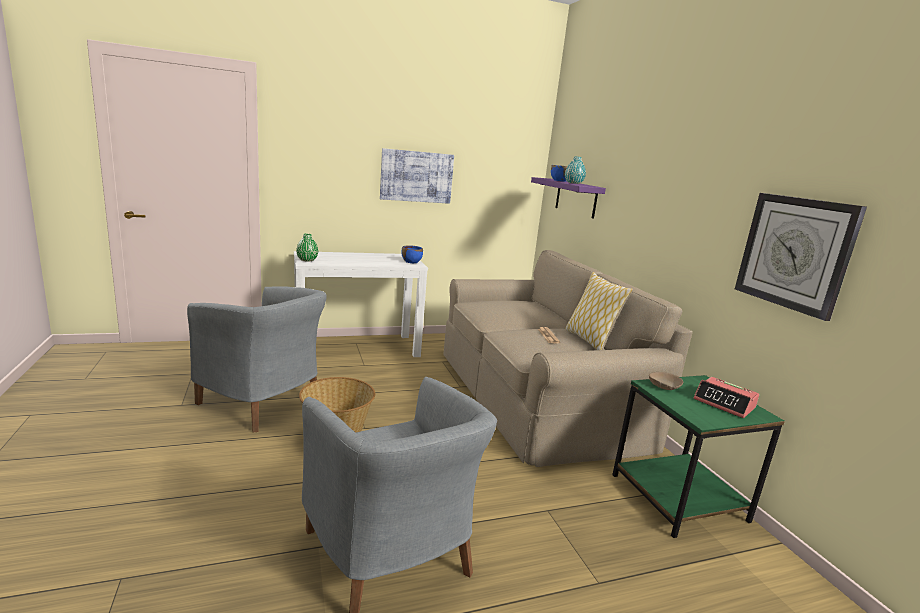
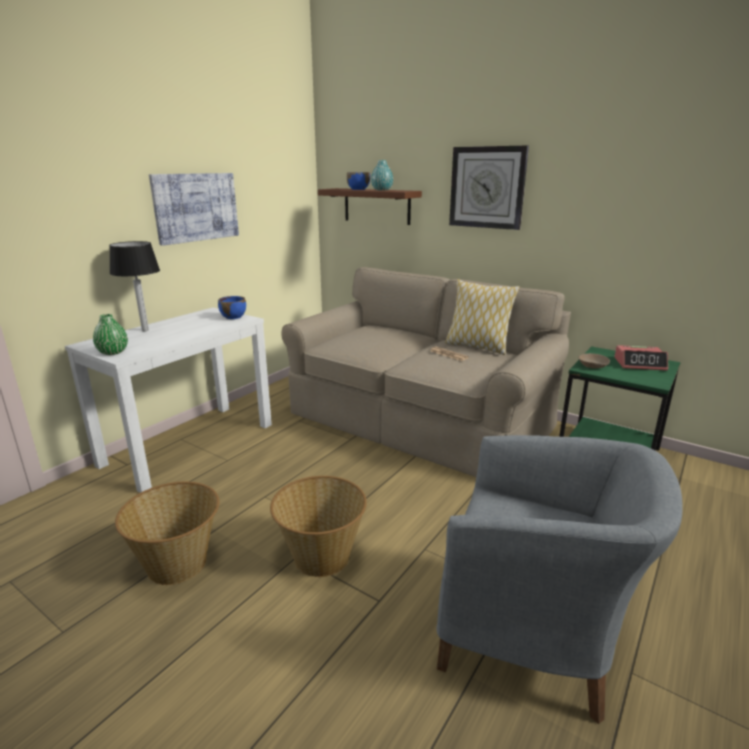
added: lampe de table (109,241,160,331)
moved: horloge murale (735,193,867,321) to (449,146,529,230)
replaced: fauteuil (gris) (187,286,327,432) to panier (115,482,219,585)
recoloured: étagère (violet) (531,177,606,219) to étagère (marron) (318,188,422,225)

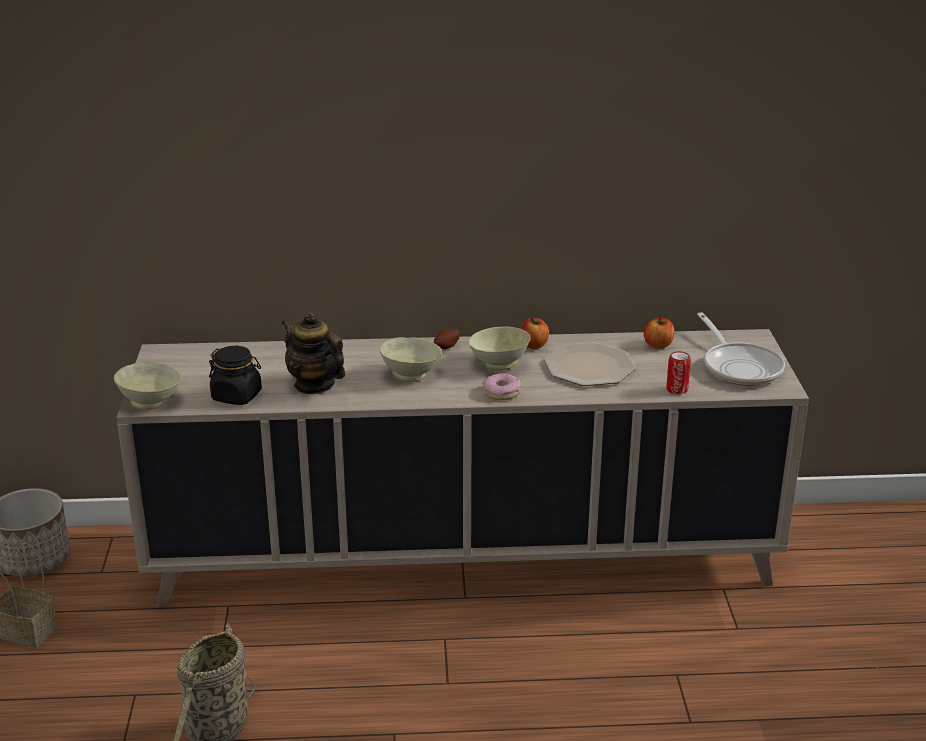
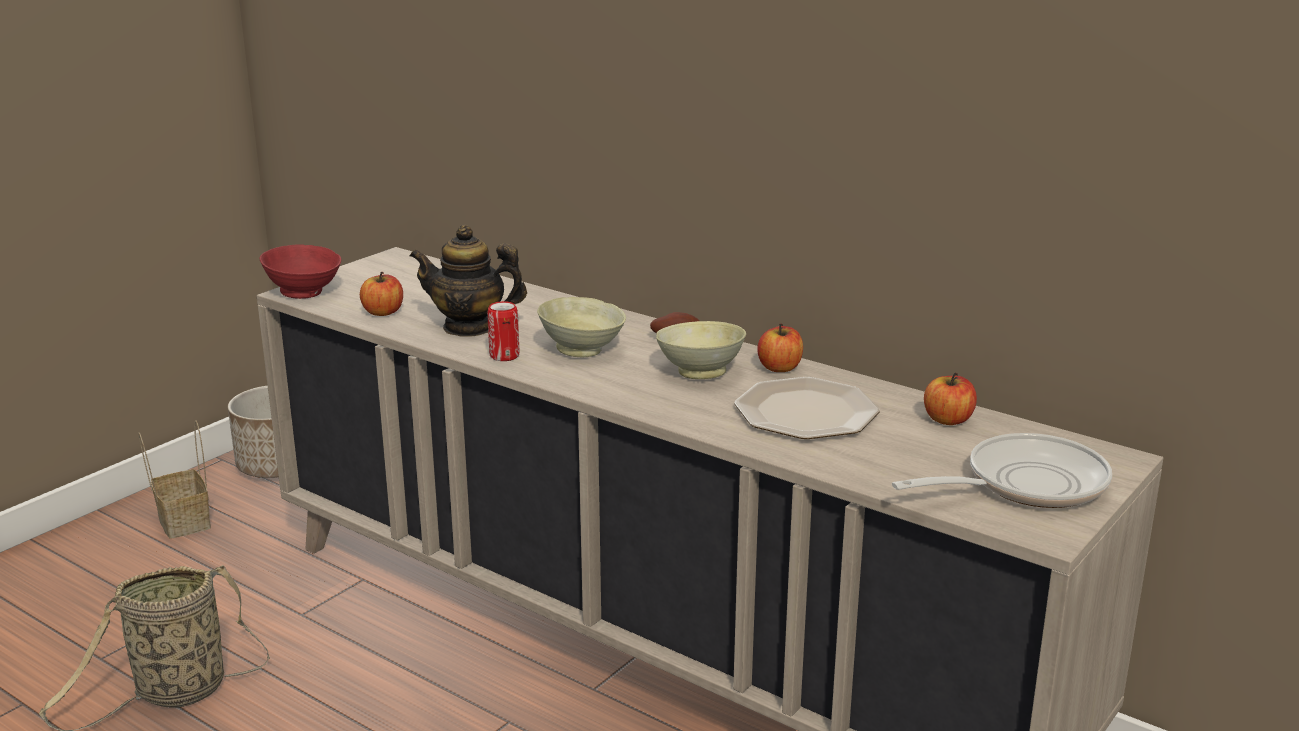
removed: beignet (482,373,521,400)
moved: boîte métallique (666,351,691,395) to (487,301,520,361)
replaced: bocal (noir) (209,346,262,405) to pomme (360,272,403,316)
recoloured: bol (beige) (114,362,181,410) to bol (rouge) (260,244,341,299)
turned: théière (282,312,345,394) = (409,225,527,337) 75 degrees counterclockwise; poêle (697,312,785,386) = (892,433,1112,508) 135 degrees counterclockwise

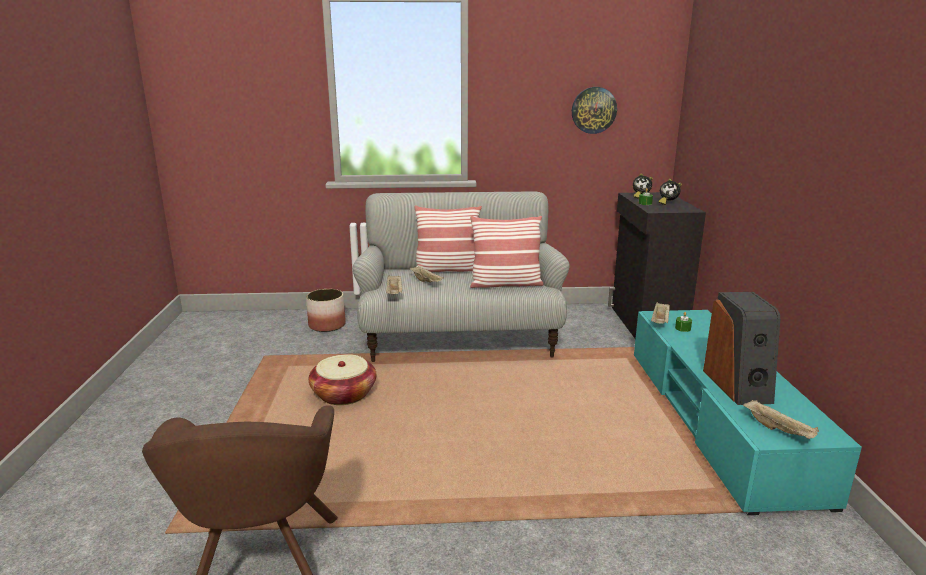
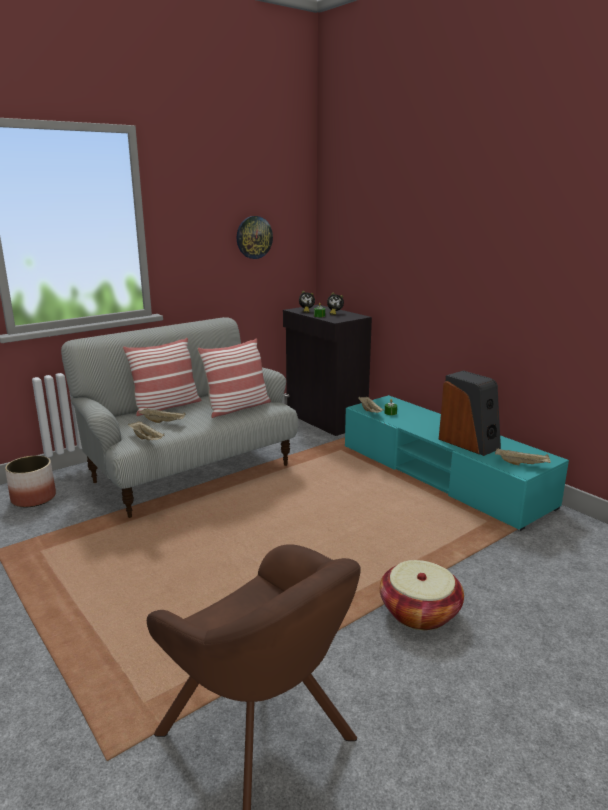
moved: panier (308,354,376,405) to (380,560,464,630)

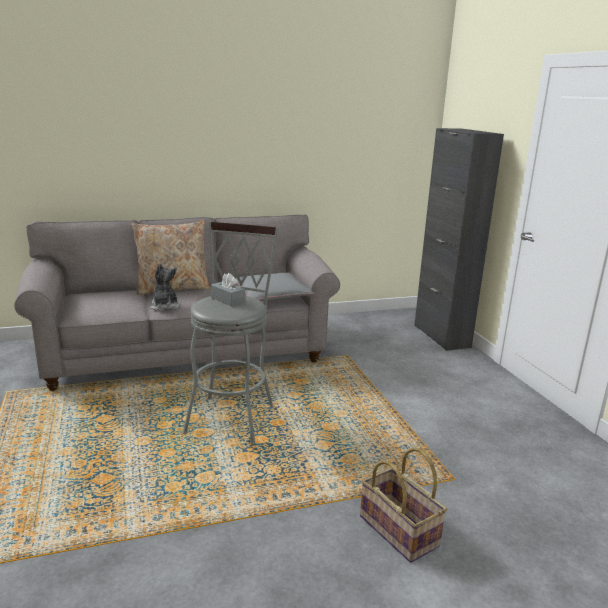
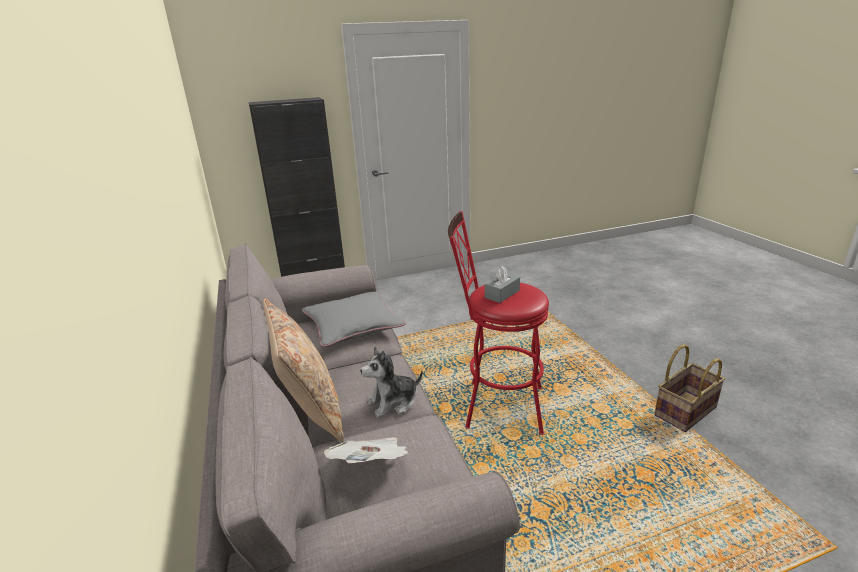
added: journal (324,437,409,463)
moved: panier (360,447,447,563) to (654,344,725,432)
recoloured: tabouret (gris) (183,222,279,445) to tabouret (rouge) (448,211,549,435)

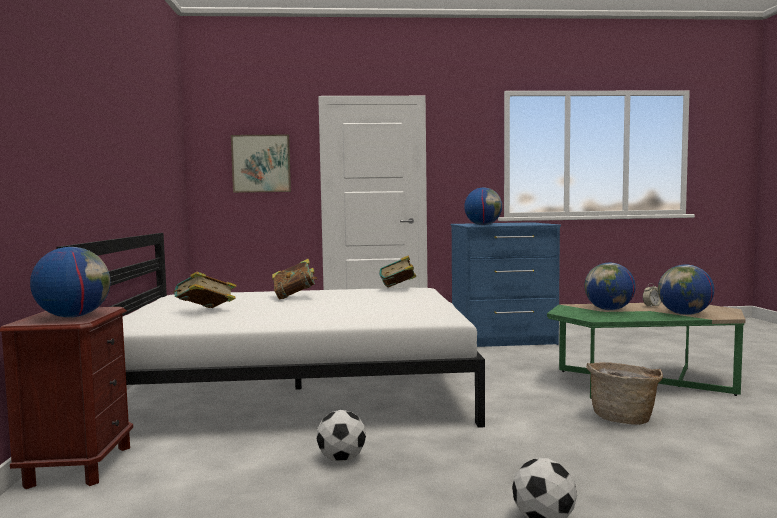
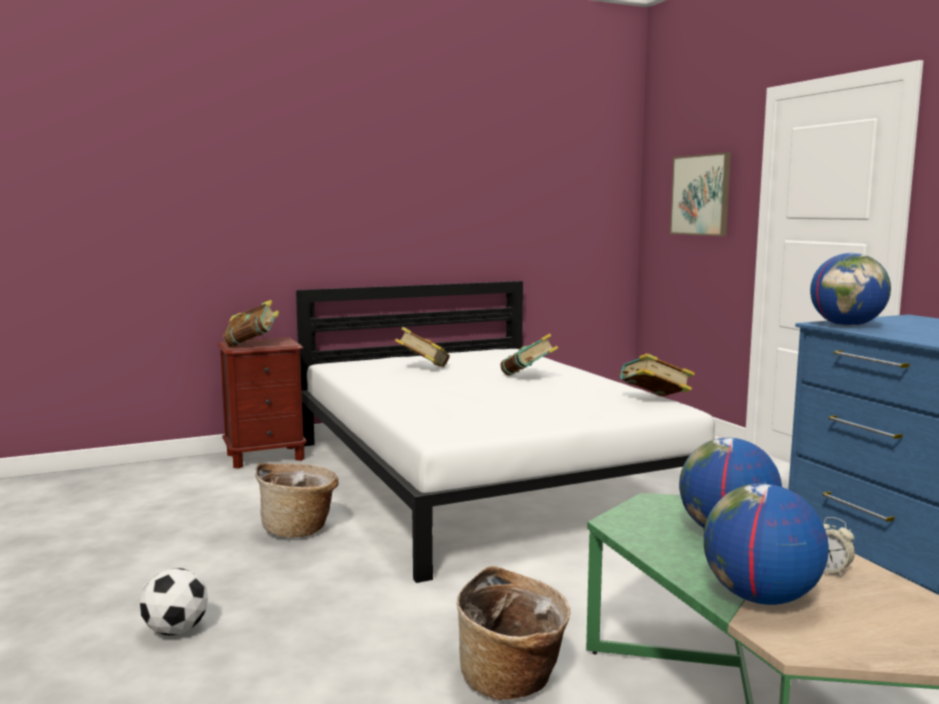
replaced: globe (30,247,110,318) to livre (223,300,279,347); ballon de foot (316,410,366,462) to panier (255,463,339,538)

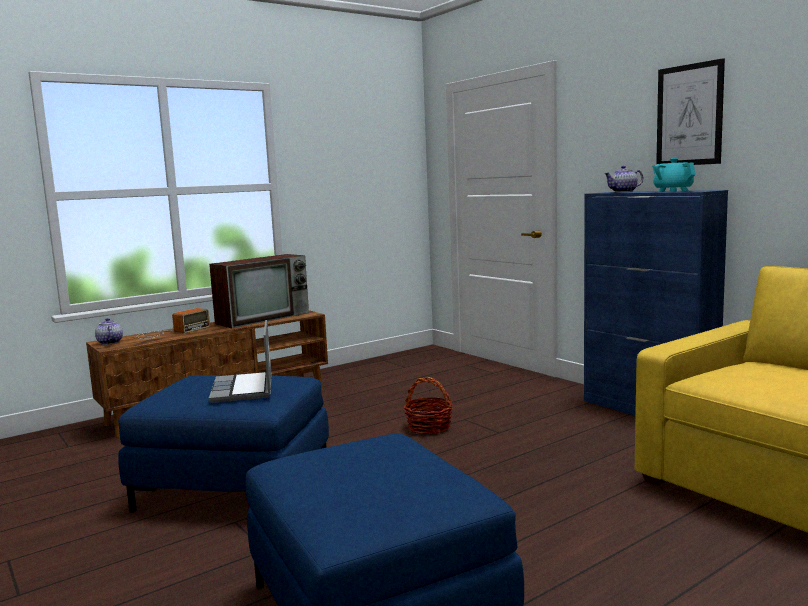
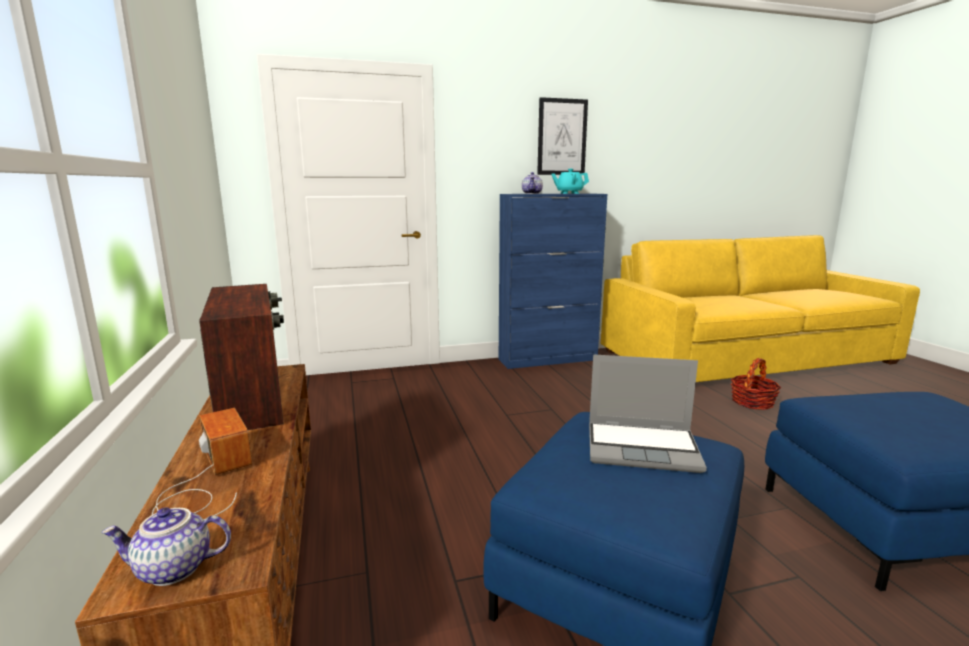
moved: panier (404,377,453,434) to (731,358,781,410)

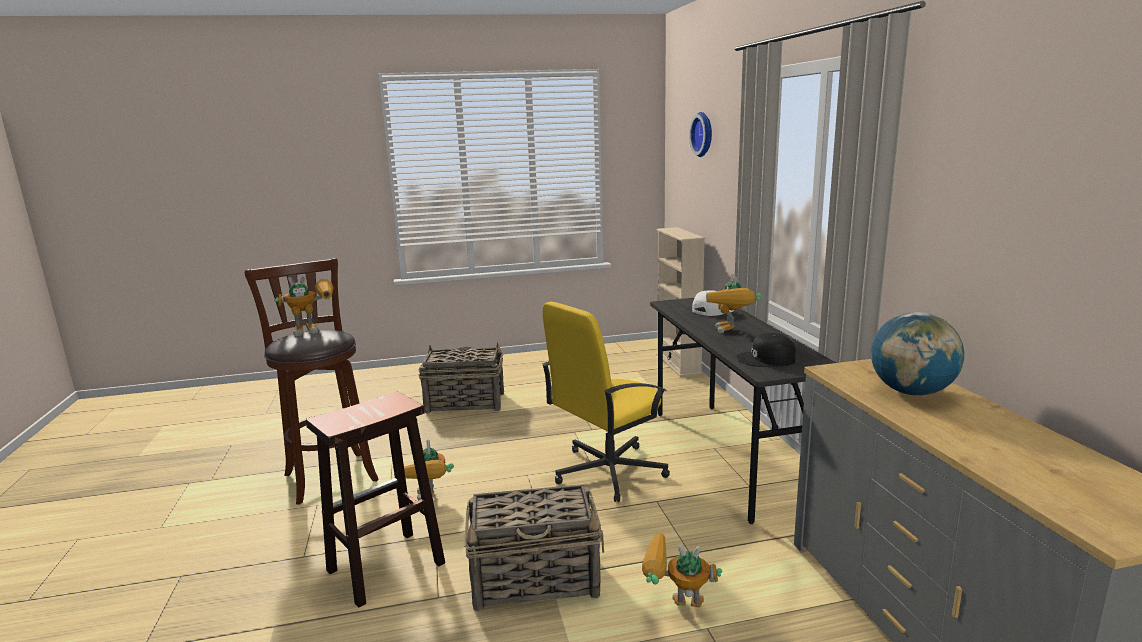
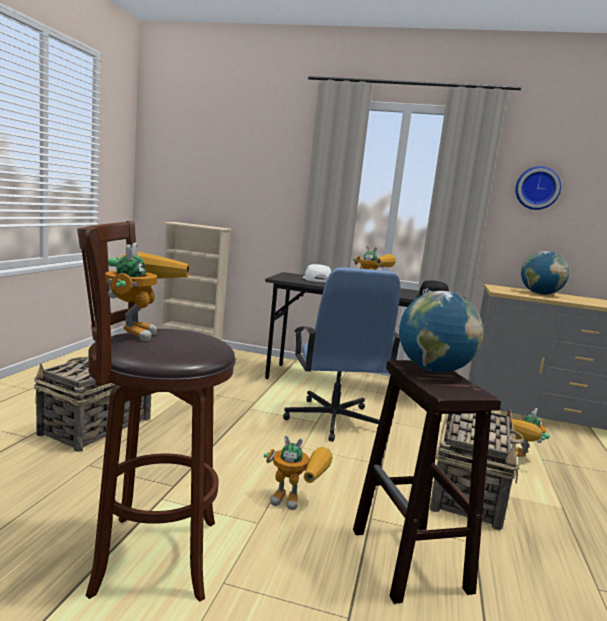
added: globe (399,291,483,373)
moved: horloge murale (689,112,712,157) to (515,166,561,210)
recoloured: chaise de bureau (jaune) (542,302,670,502) to chaise de bureau (bleu) (283,267,401,442)

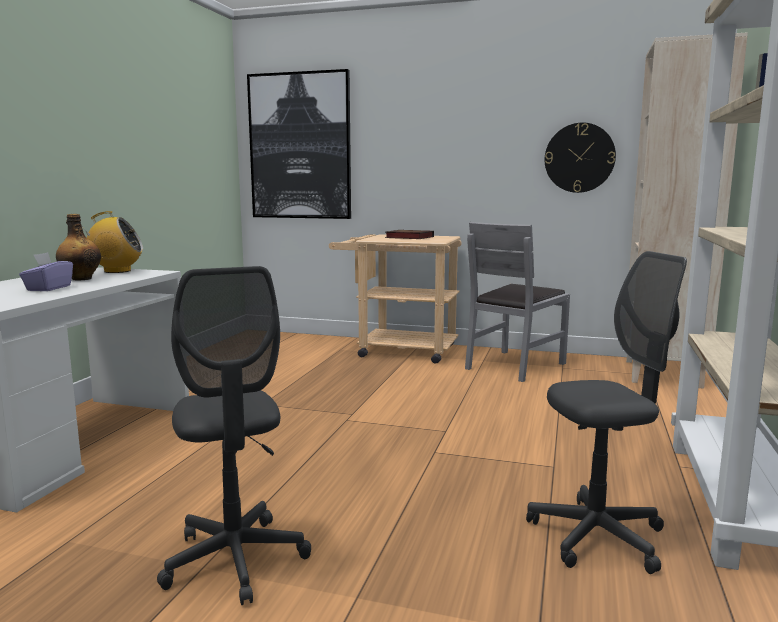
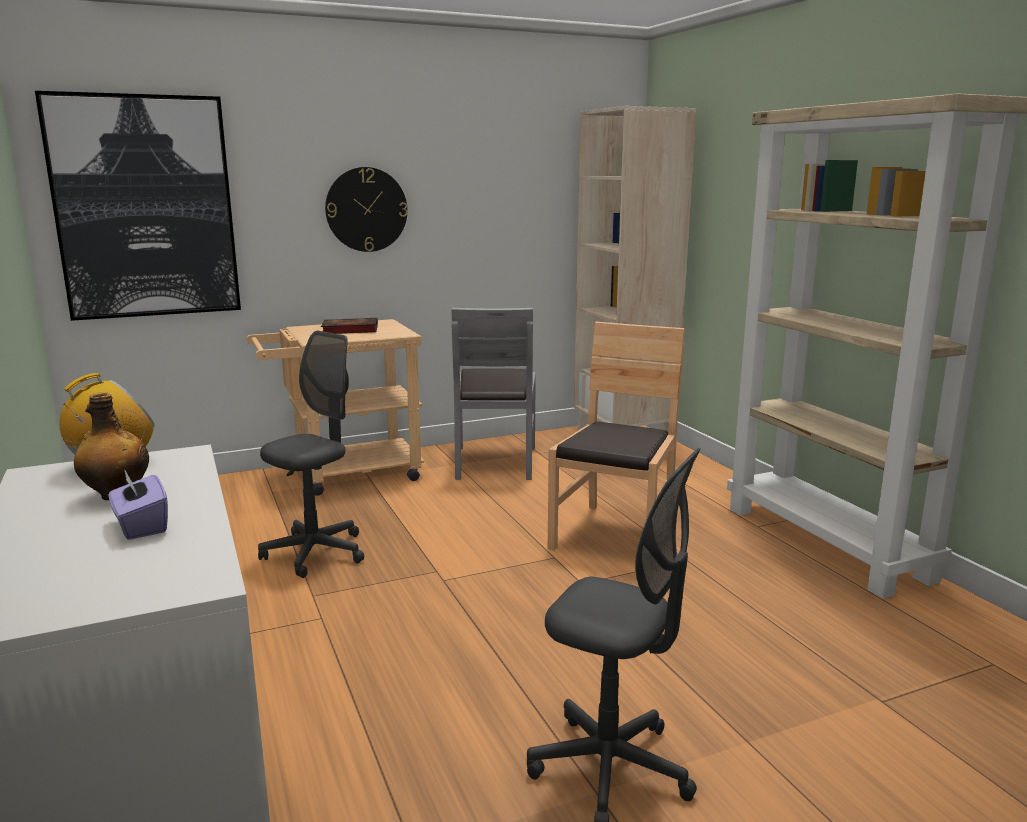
added: chaise (marron) (548,322,685,550)
moved: chaise de bureau (gris) (526,251,687,574) to (258,331,364,578); horloge murale (545,123,616,193) to (325,167,408,252)

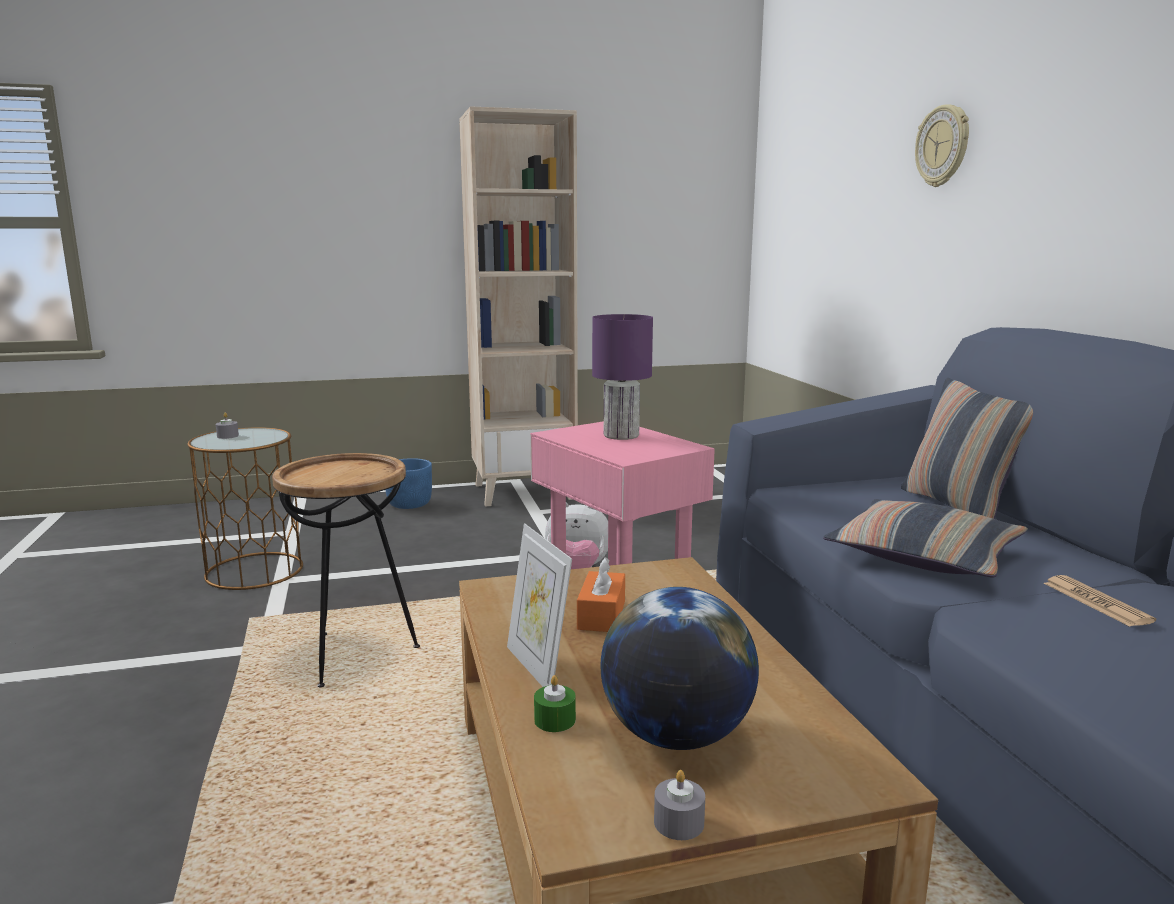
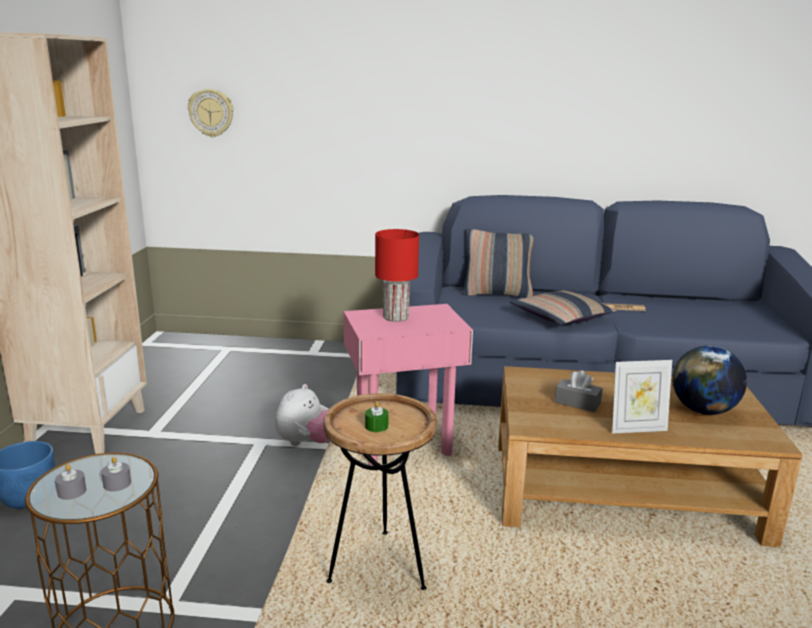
moved: bougie (gris) (654,770,705,840) to (101,457,131,492); horloge murale (915,104,969,187) to (188,89,233,137); bougie (vert) (534,675,576,732) to (365,401,389,432)
recoloured: lampe de table (violet) (592,314,653,440) to lampe de table (rouge) (375,229,419,322); boîte à mouchoirs (orange) (577,557,625,632) to boîte à mouchoirs (gris) (555,370,603,412)

